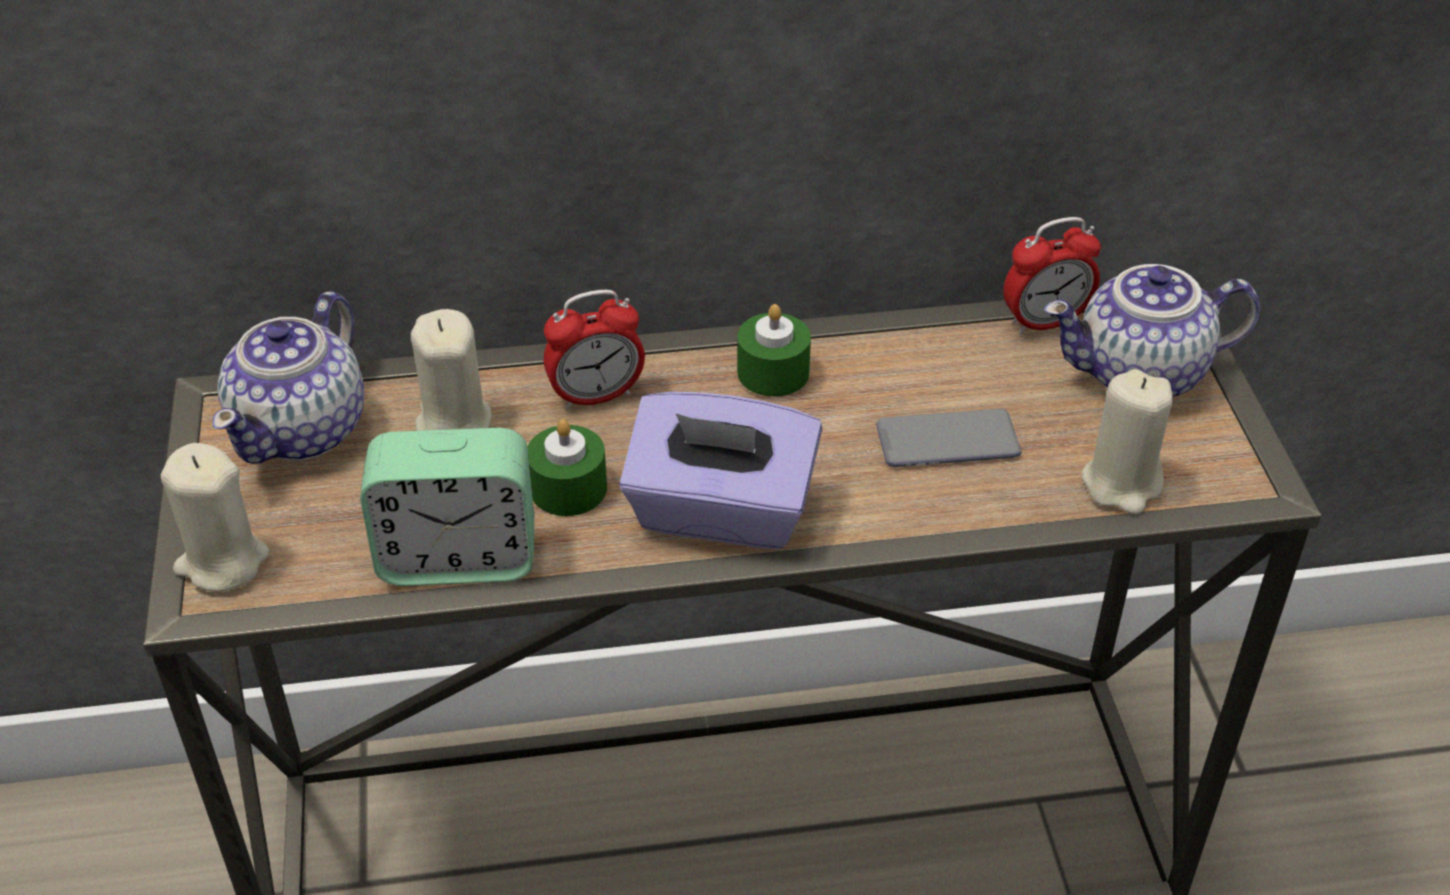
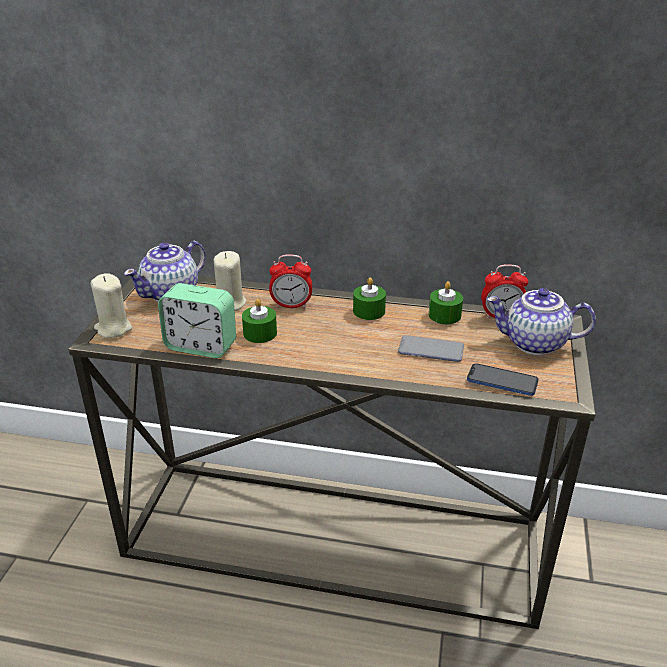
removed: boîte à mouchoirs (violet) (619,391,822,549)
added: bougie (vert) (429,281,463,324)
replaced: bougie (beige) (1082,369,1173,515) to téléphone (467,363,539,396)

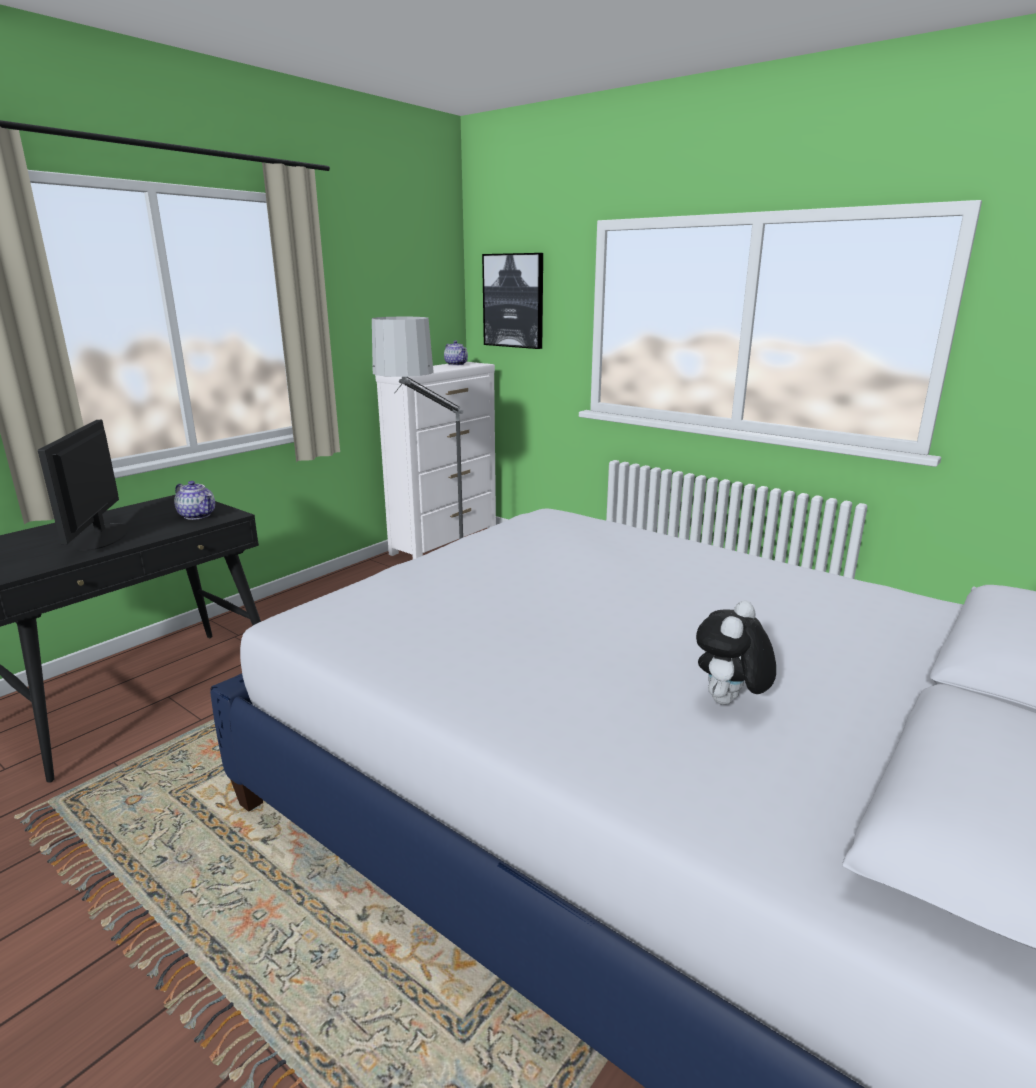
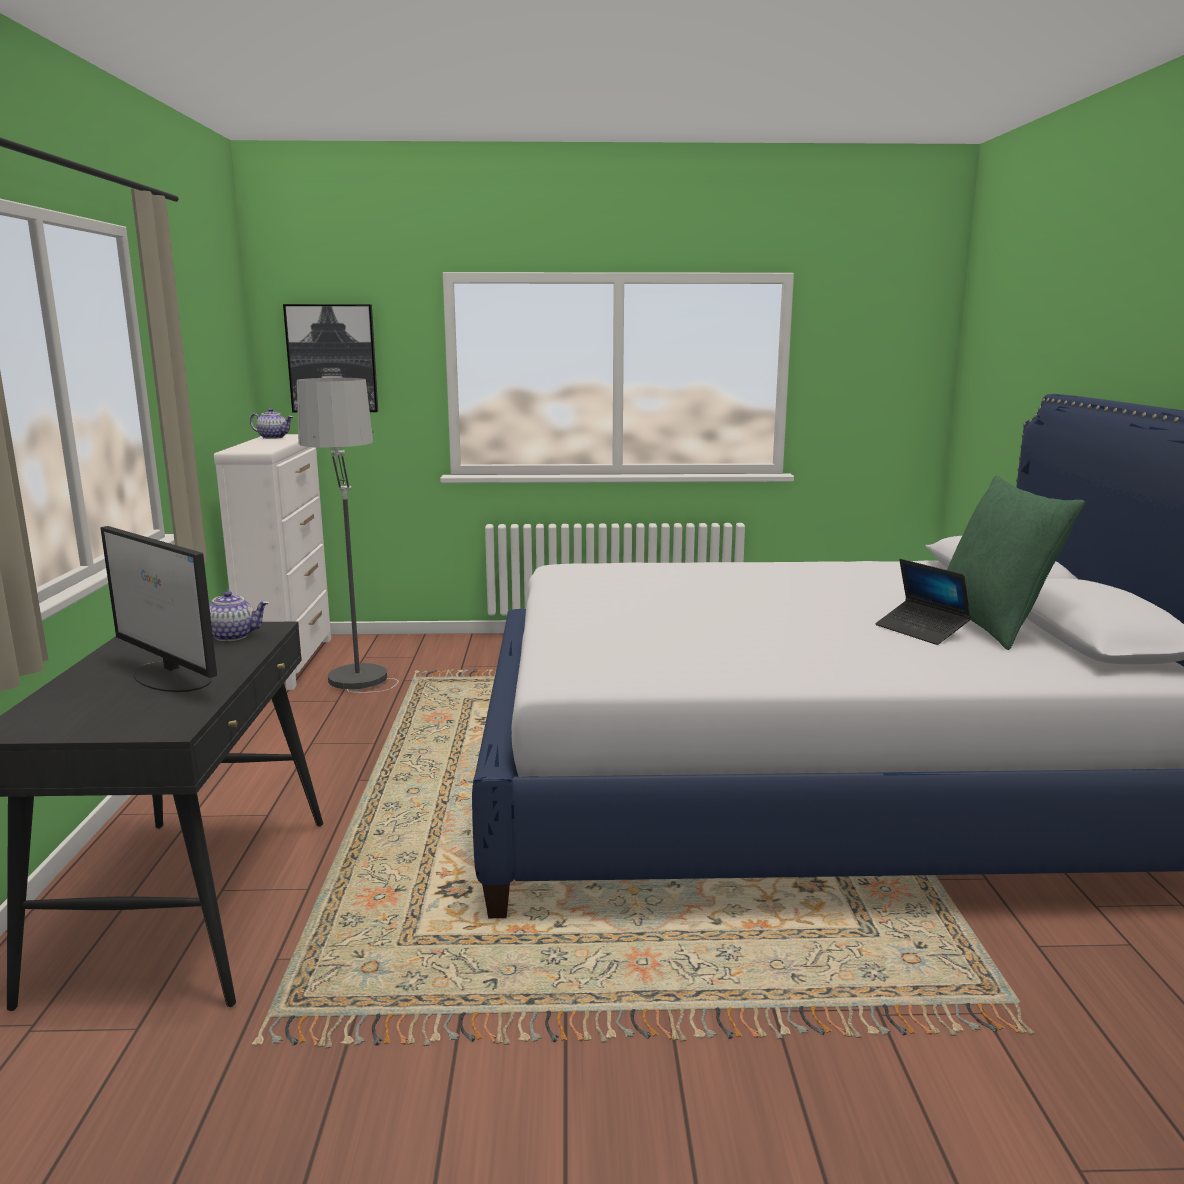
added: coussin (vert) (947,476,1085,650)
replaced: peluche (696,600,776,705) to ordinateur portable (875,559,971,645)

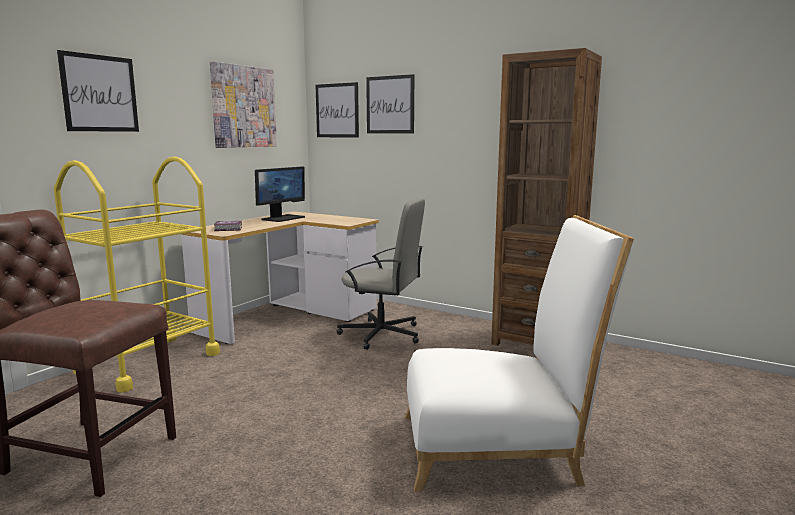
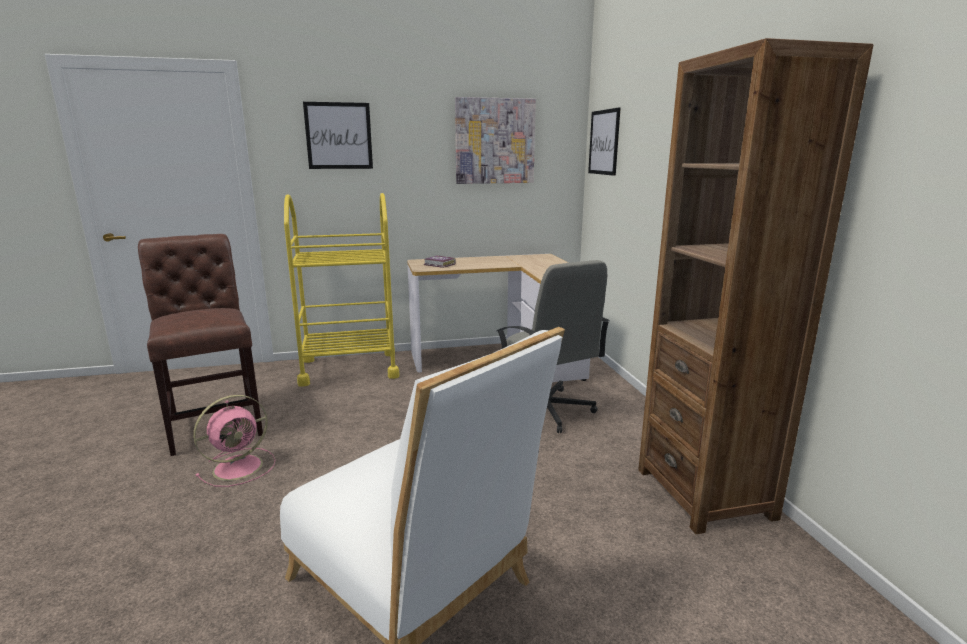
removed: écran d'ordinateur (255,166,305,222); tableau (366,74,414,133)
added: ventilateur (rose) (193,395,275,487)

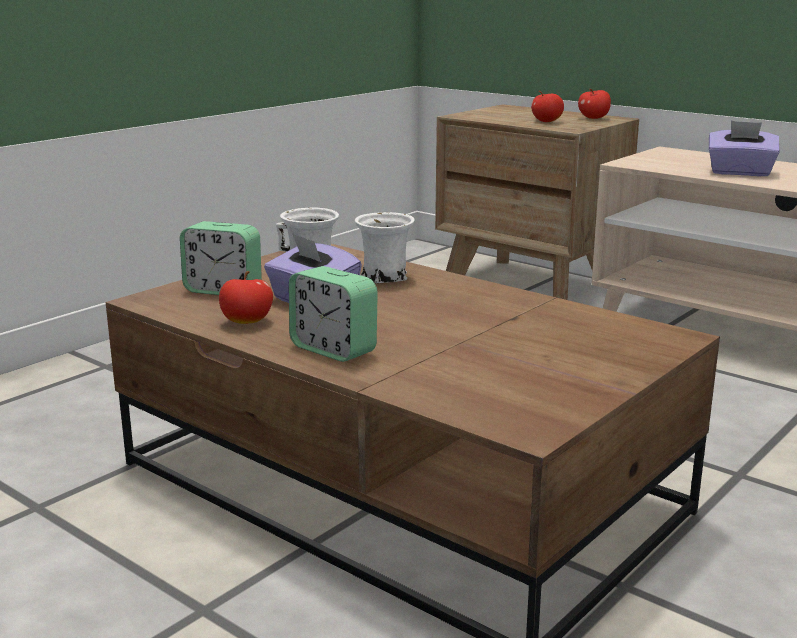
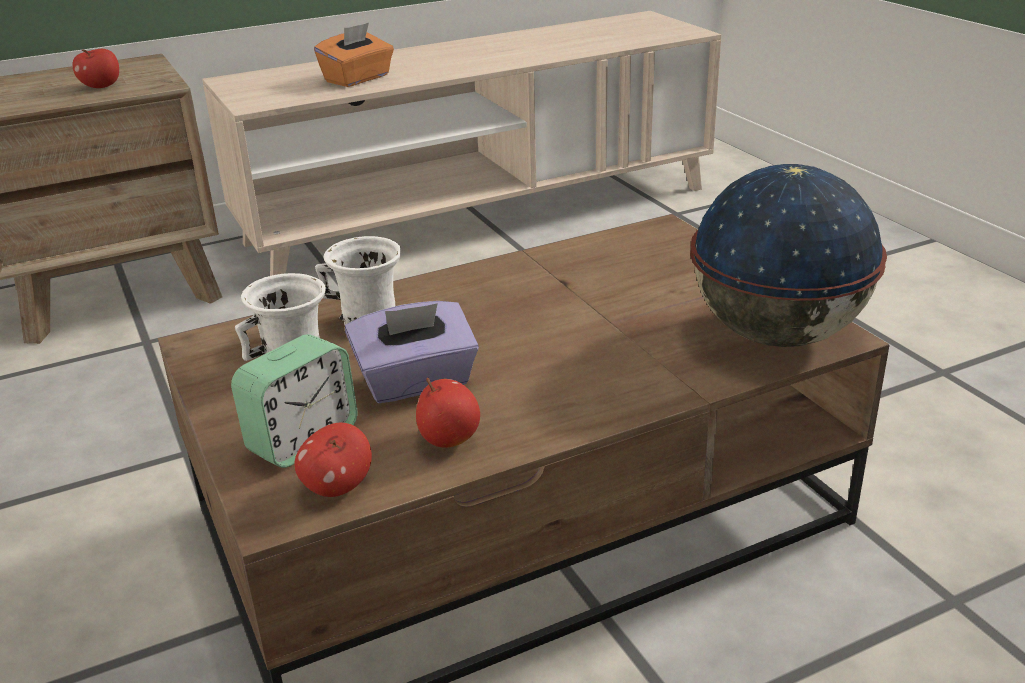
removed: réveil (289,266,378,362)
added: globe (690,164,887,347)
moved: pomme (578,89,611,119) to (295,423,372,497)
recoloured: boîte à mouchoirs (violet) (709,121,780,176) to boîte à mouchoirs (orange) (314,23,394,87)

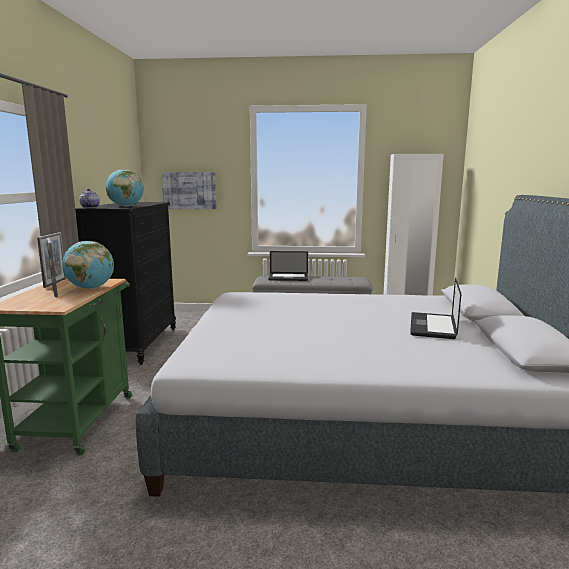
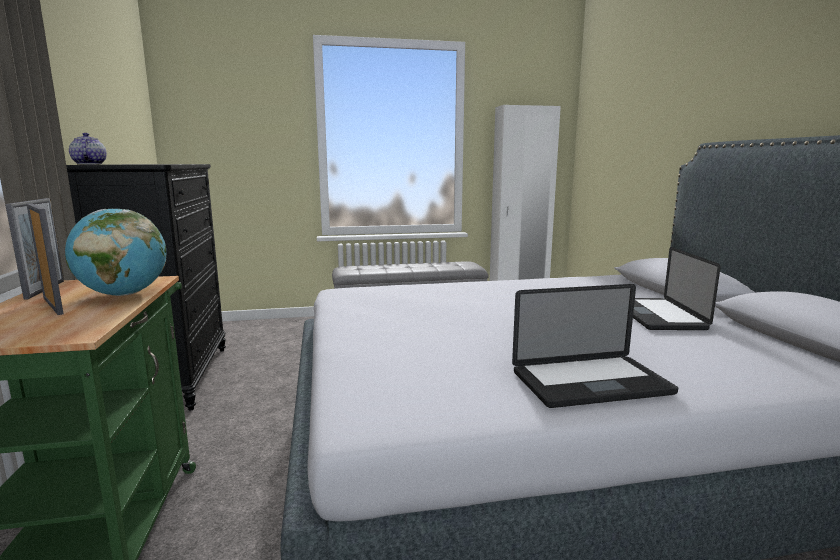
removed: globe (106,170,144,207); tableau (161,172,217,209)
moved: ordinateur portable (268,251,308,281) to (512,284,678,408)

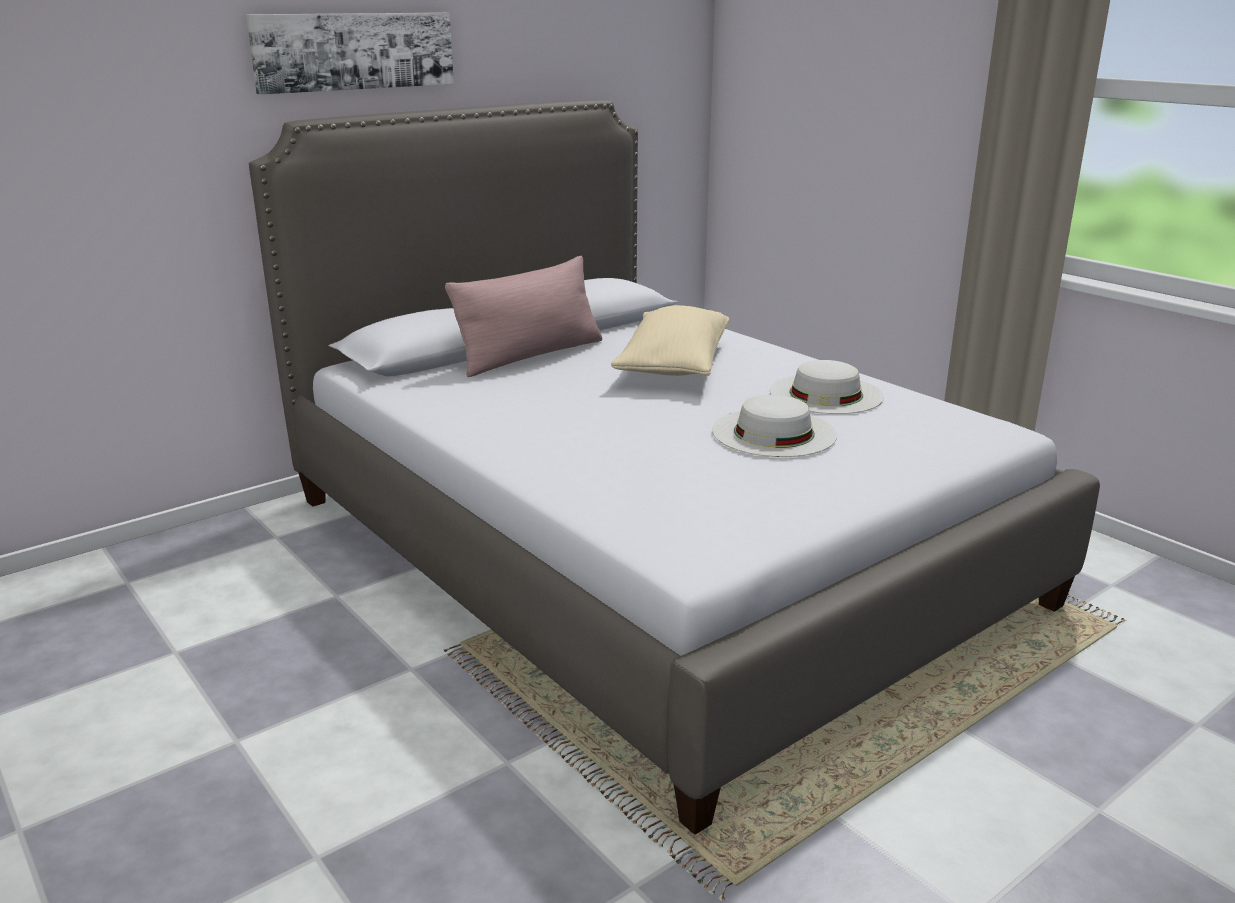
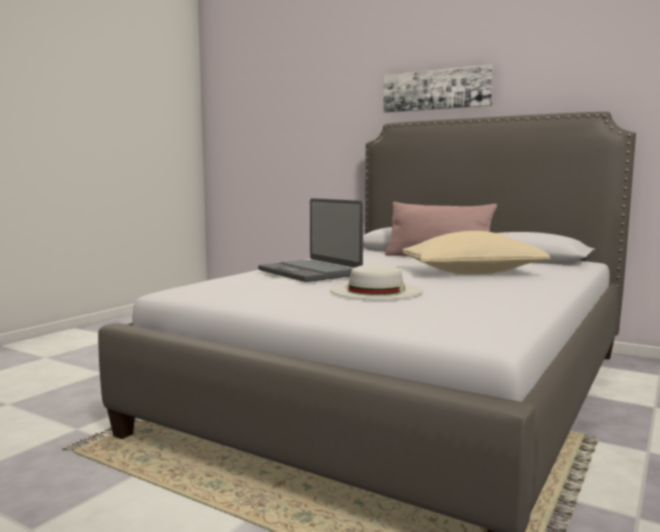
removed: chapeau (blanc) (770,360,884,414)
added: ordinateur portable (258,198,364,282)

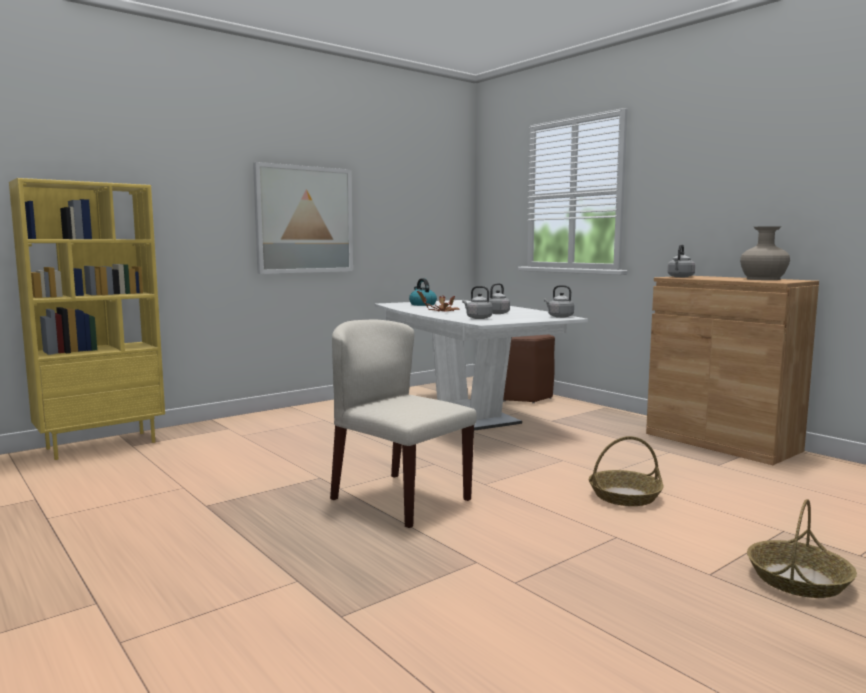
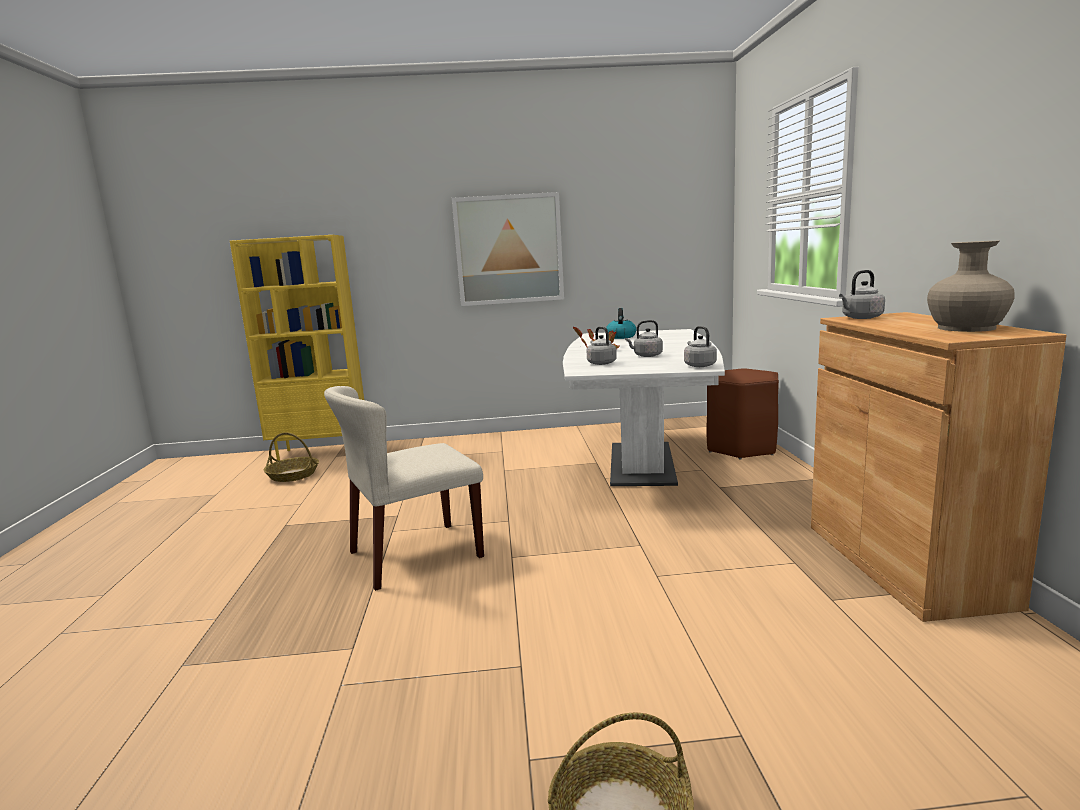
moved: panier (589,436,664,506) to (264,432,319,482)
turned: chaise (beige) (330,319,477,528) = (324,386,484,591) 105 degrees counterclockwise

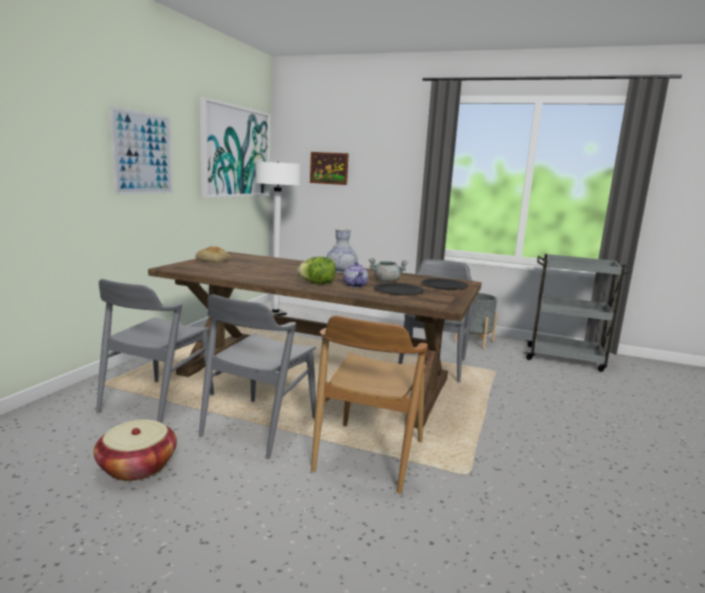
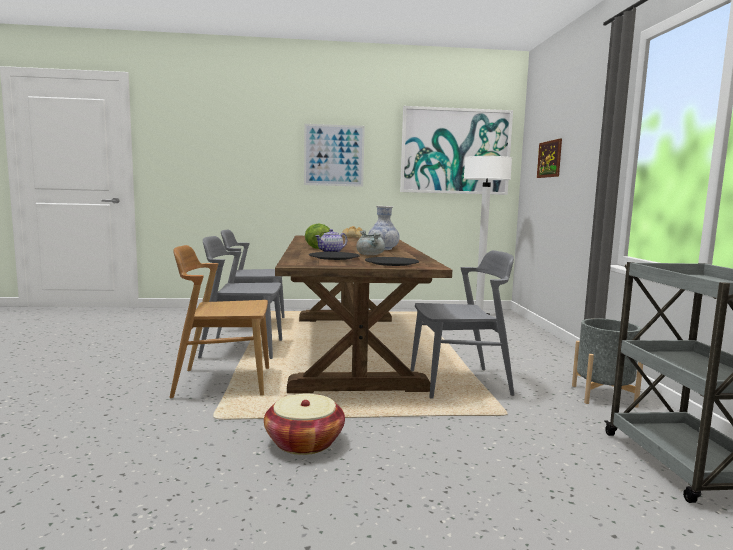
moved: panier (94,420,177,481) to (264,394,345,455)

